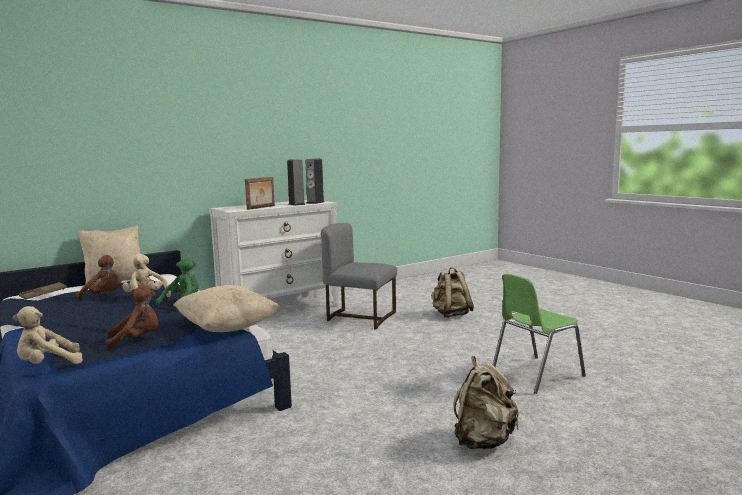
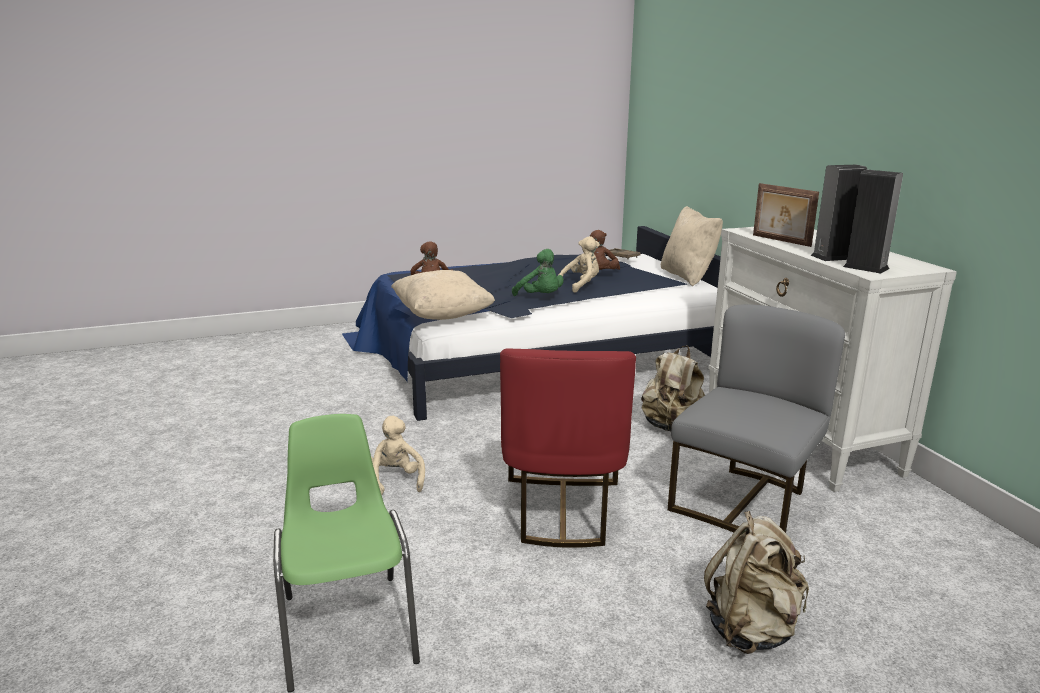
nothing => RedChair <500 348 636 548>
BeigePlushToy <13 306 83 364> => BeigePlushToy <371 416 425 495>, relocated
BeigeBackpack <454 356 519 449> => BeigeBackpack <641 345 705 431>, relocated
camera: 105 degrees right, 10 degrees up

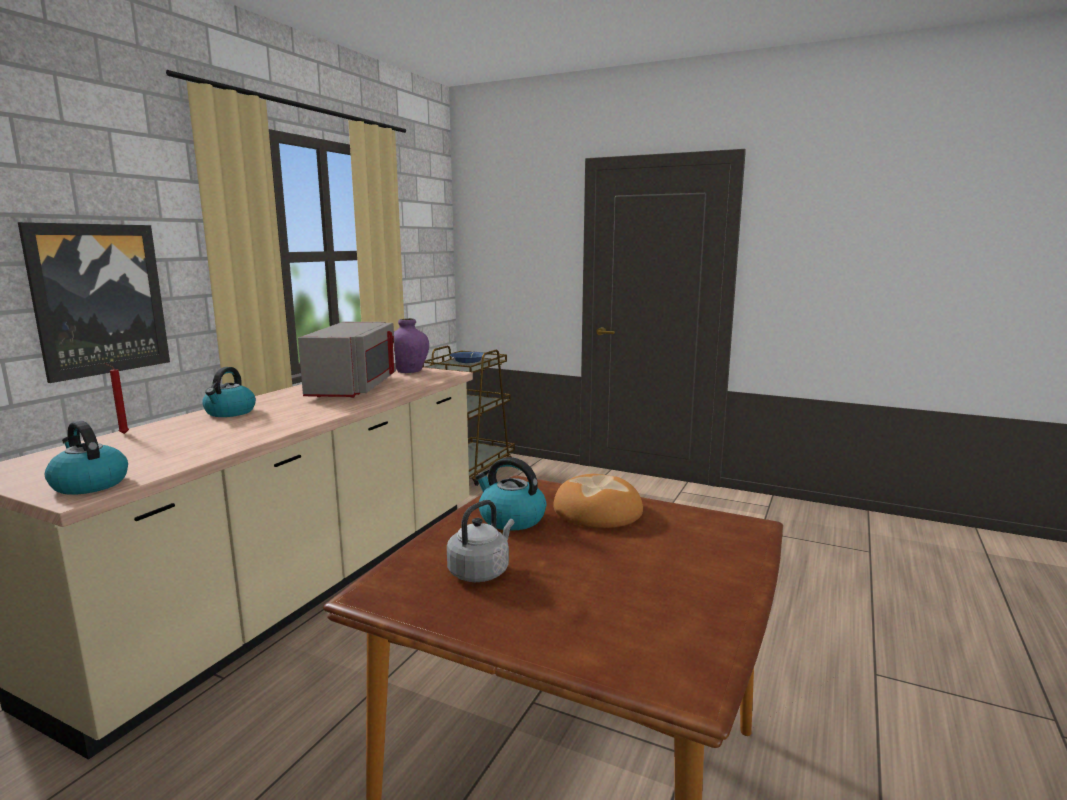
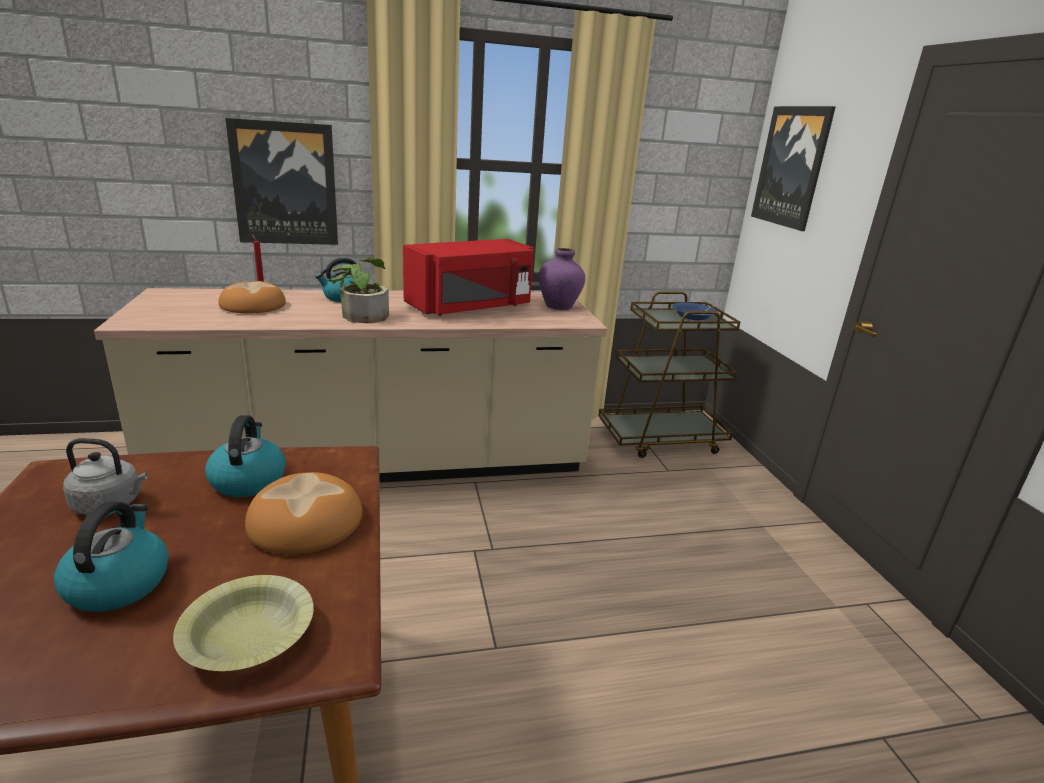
nothing => YellowBowl <173 575 314 671>
nothing => Bread <219 281 286 313>
nothing => PottedPlant <328 258 389 323>
nothing => Picture <751 106 836 231>
Kettle <45 421 128 495> => Kettle <54 501 169 612>, relocated
GreyMicrowave <298 322 396 398> => RedMicrowave <403 239 534 316>
camera: 50 degrees right, 10 degrees up

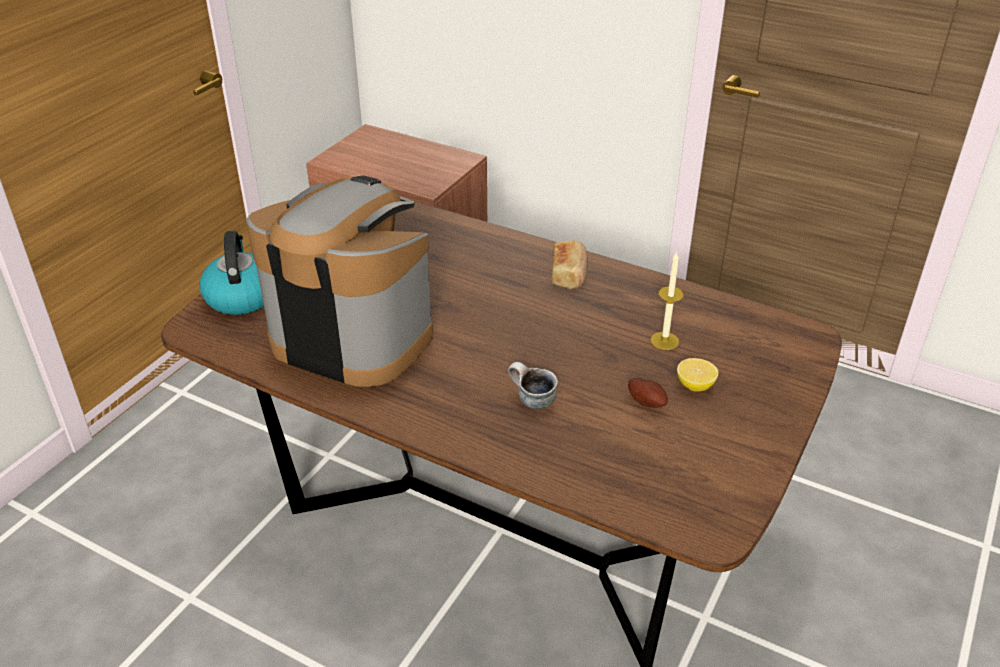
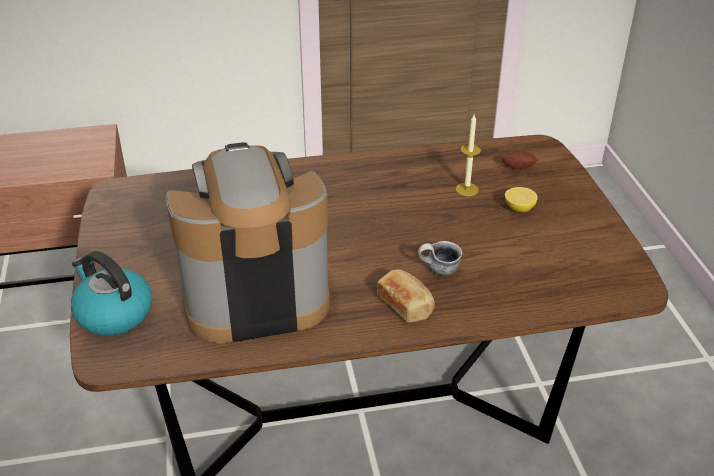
Bread <552 240 588 289> => Bread <377 269 435 323>, relocated
Potato <628 378 668 408> => Potato <502 151 537 170>, relocated
camera: 40 degrees left, 0 degrees up

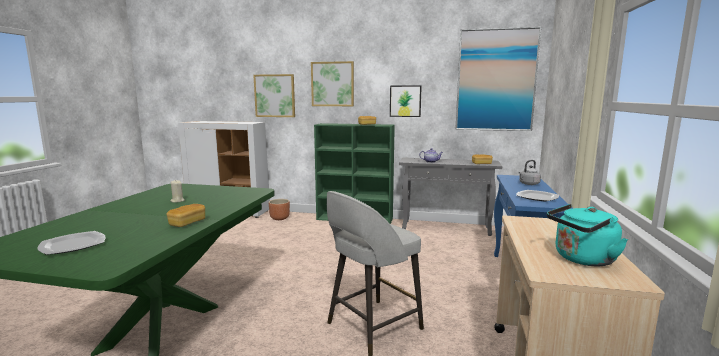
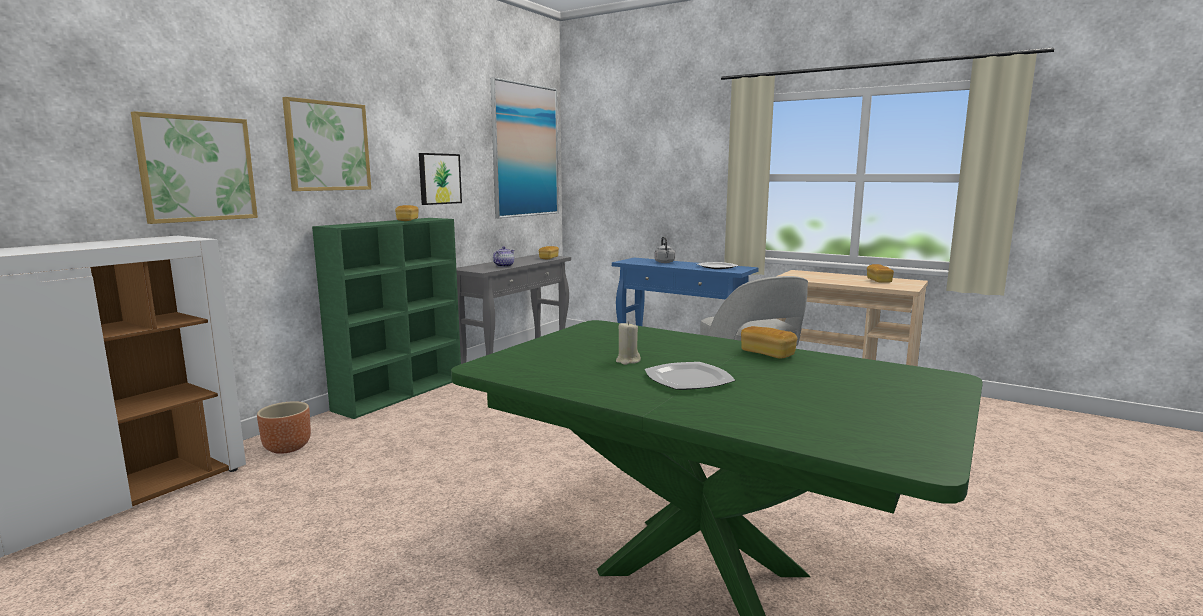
Plate <37 231 106 255> => Plate <645 362 735 390>, relocated
TurquoiseKettle <547 204 628 266> => Bread <867 264 894 282>
camera: 70 degrees left, 0 degrees up

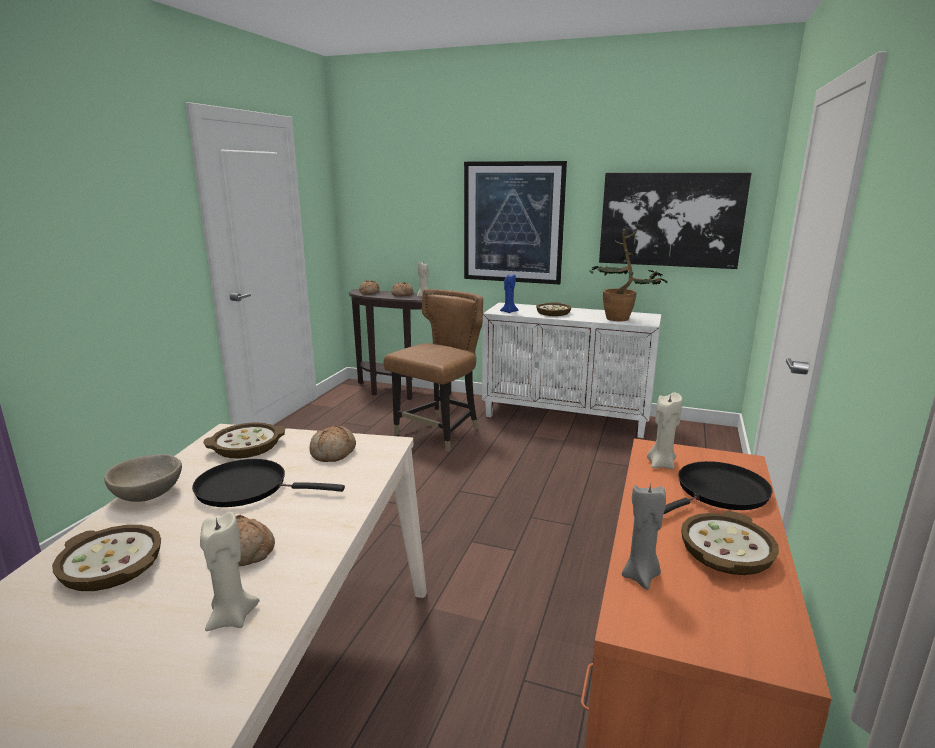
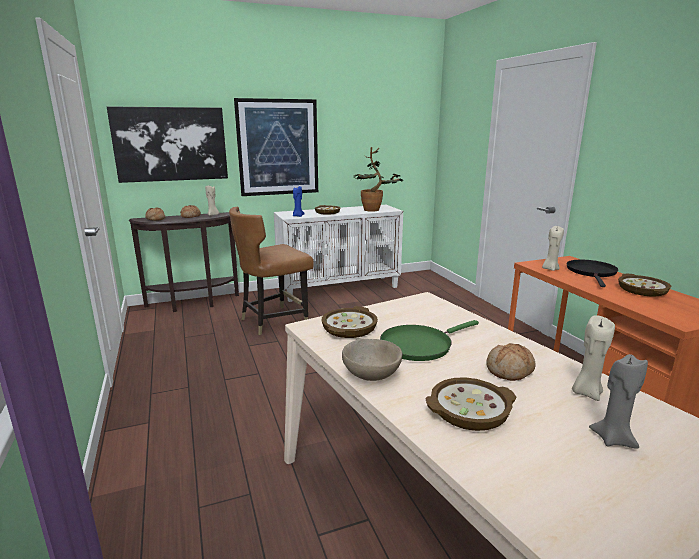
Bread <309 425 356 462> => nothing
Picture <599 173 751 269> => Picture <107 106 228 183>, relocated
GreyCandle <622 483 666 590> => GreyCandle <589 354 648 449>, relocated
BlackFryingPan <192 459 345 507> => GreenFryingPan <380 320 479 361>
BrownChair <384 289 483 452> => BrownChair <229 207 314 335>, 120 degrees counterclockwise
camera: 40 degrees left, 0 degrees up

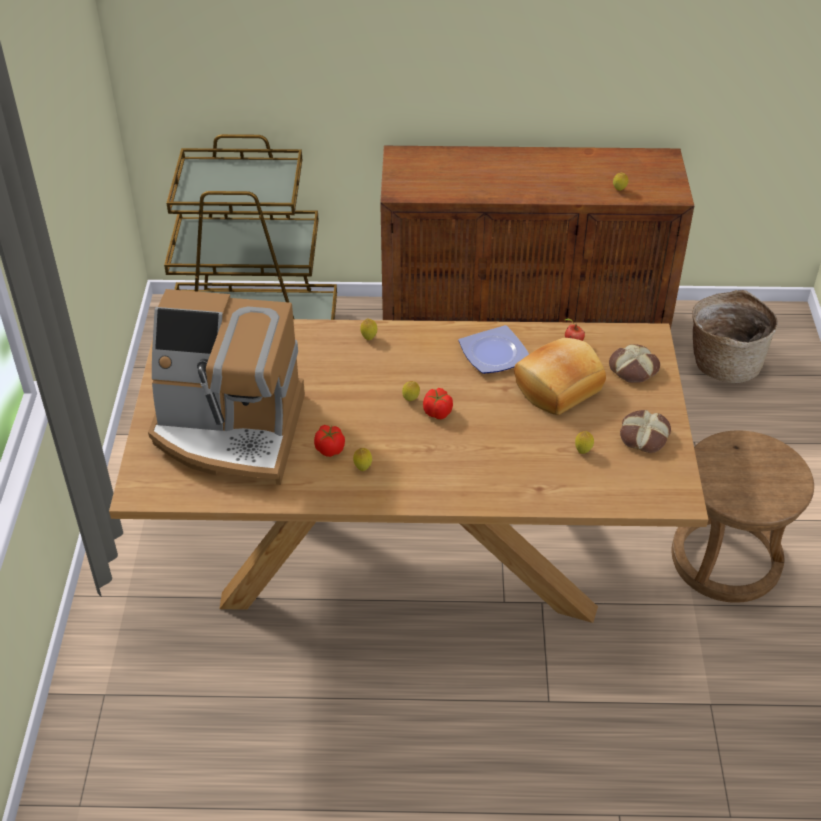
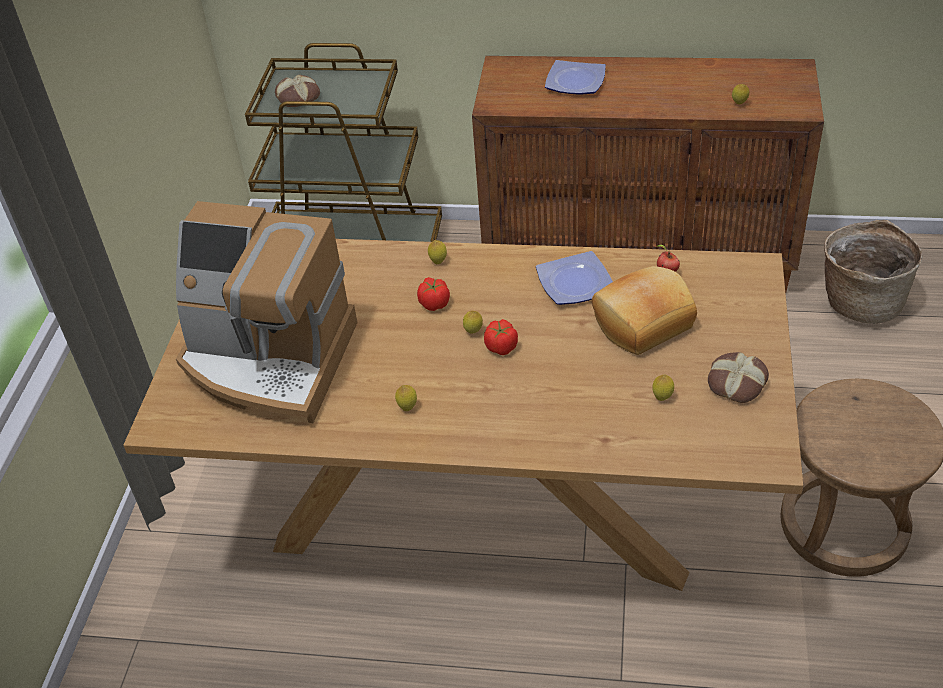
nothing => Plate <545 60 606 95>
Tomato <314 425 345 457> => Tomato <417 277 450 311>, relocated
Bread <609 344 660 383> => Bread <275 75 320 107>, relocated
camera: 10 degrees right, 0 degrees up

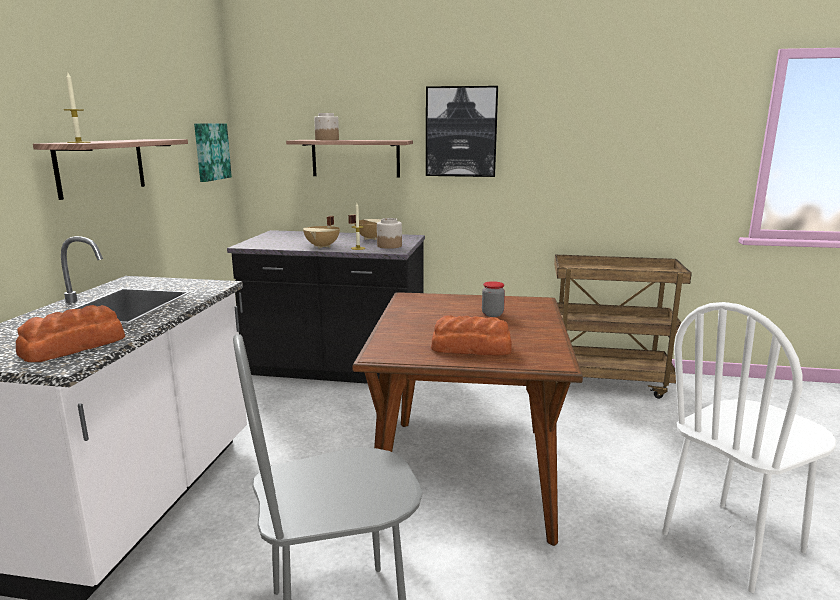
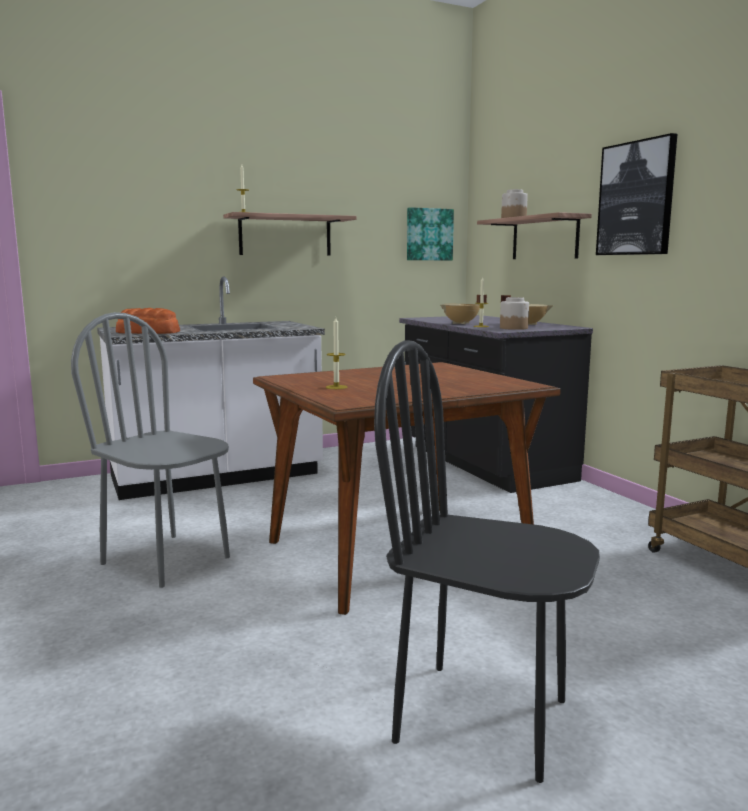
Jar <482 281 505 317> => nothing
Bread <431 315 512 356> => Candle <326 317 347 389>
WhiteChair <662 302 836 593> => BlackChair <374 340 600 783>
camera: 55 degrees right, 5 degrees down

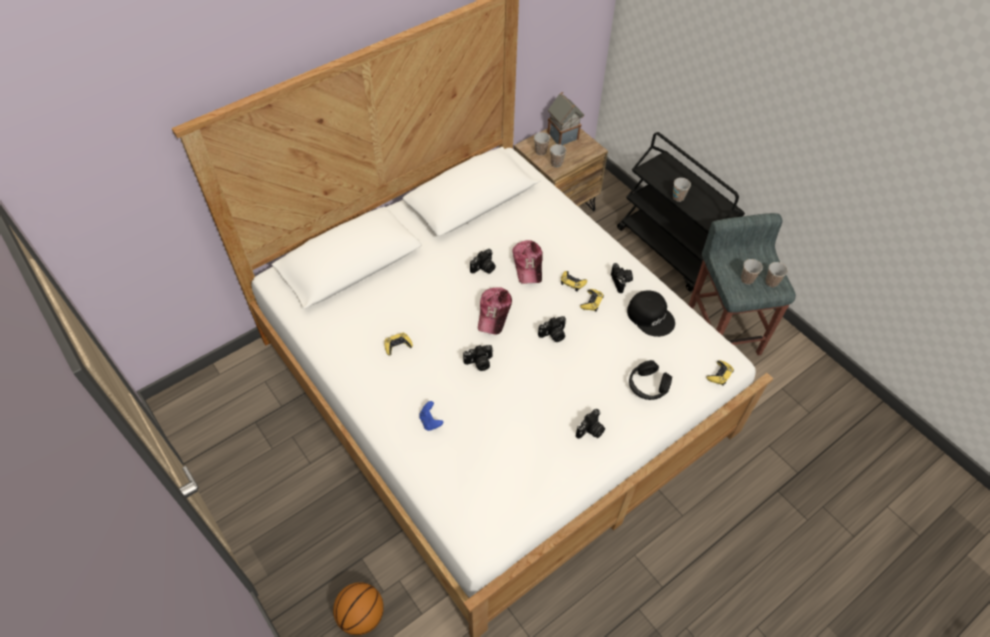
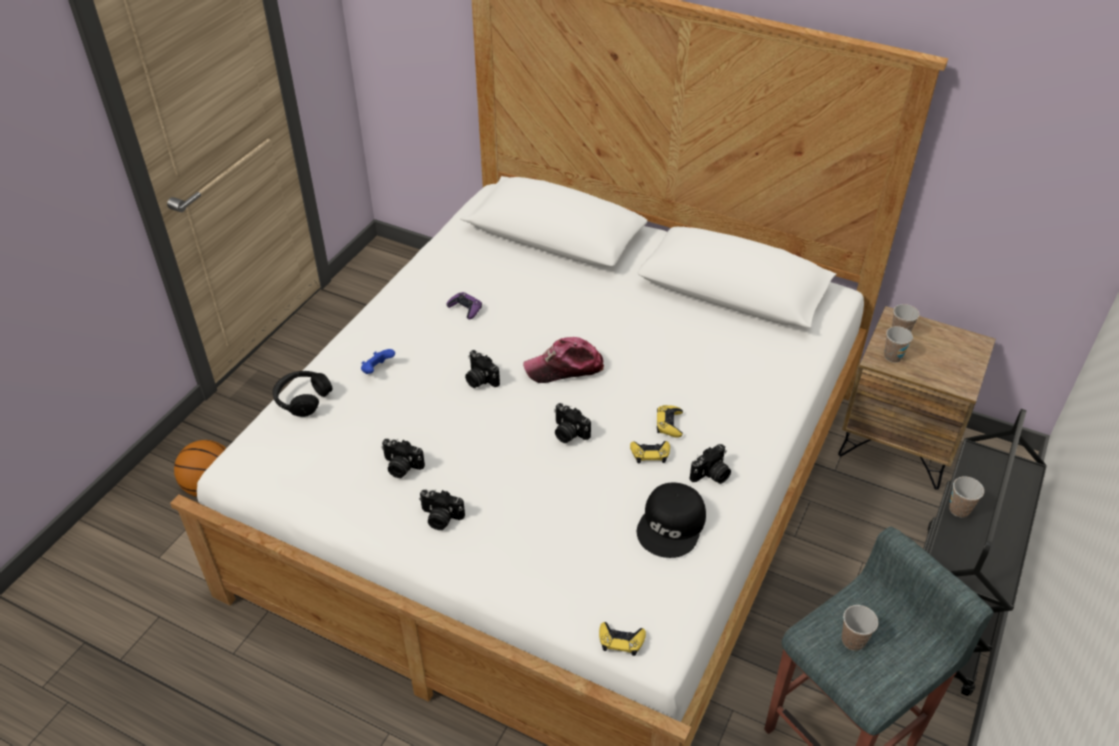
Cap <512 240 543 284> => nothing
ToyHouse <547 92 584 145> => nothing
Cup <766 262 788 287> => nothing
PhotoCamera <470 249 496 274> => PhotoCamera <381 439 425 478>, relocated
BlackHeadphones <629 360 672 400> => BlackHeadphones <272 371 333 417>, relocated
YellowGameController <384 333 413 356> => PurpleGameController <447 292 482 319>
camera: 65 degrees right, 10 degrees down

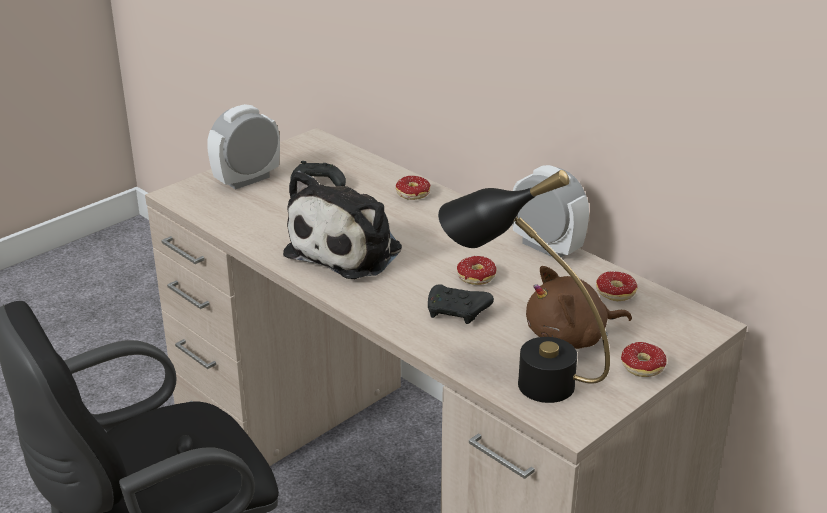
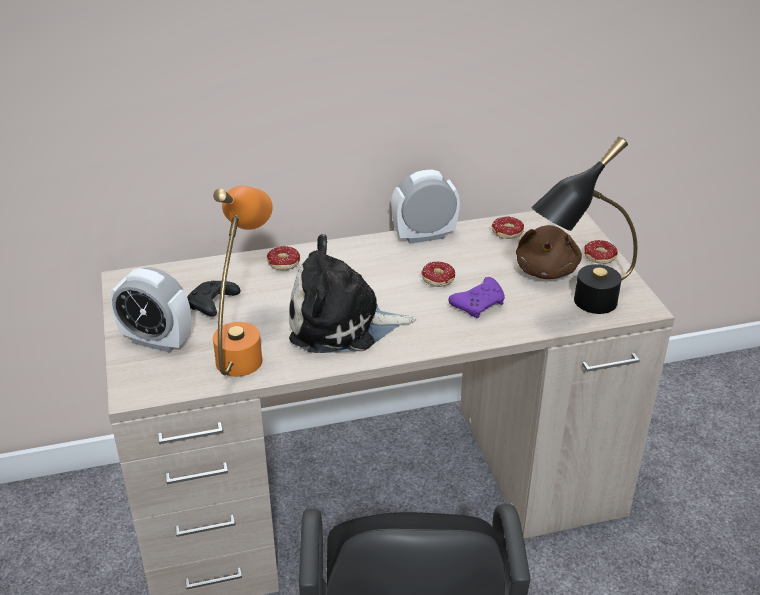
nothing => OrangeTableLamp <213 186 273 377>
BlackGameController <428 284 494 324> => PurpleGameController <448 277 505 318>
AlarmClock <207 104 280 190> => AlarmClock <110 267 191 353>, 60 degrees counterclockwise
PlushToy <283 170 402 279> => PlushToy <289 234 416 353>, 120 degrees clockwise
camera: 60 degrees left, 5 degrees up

